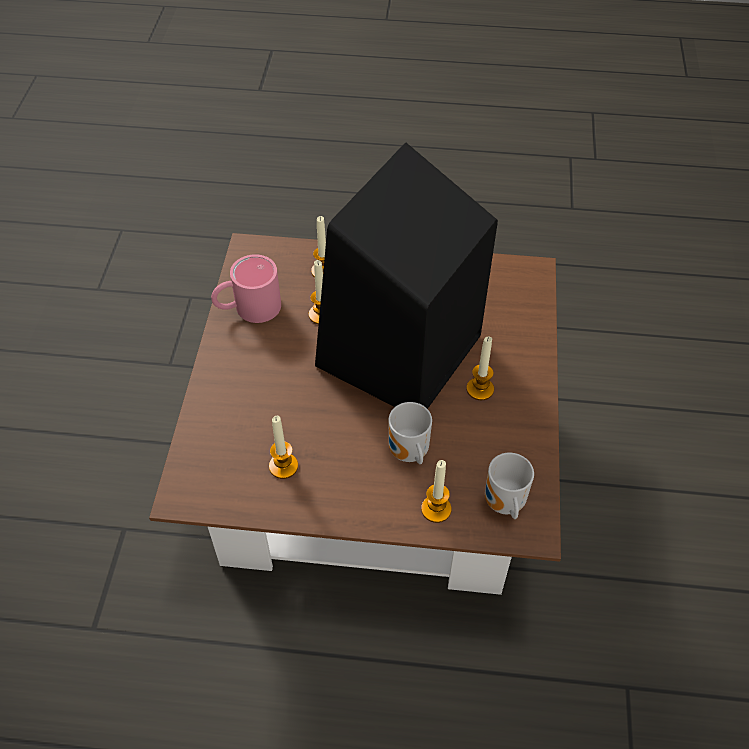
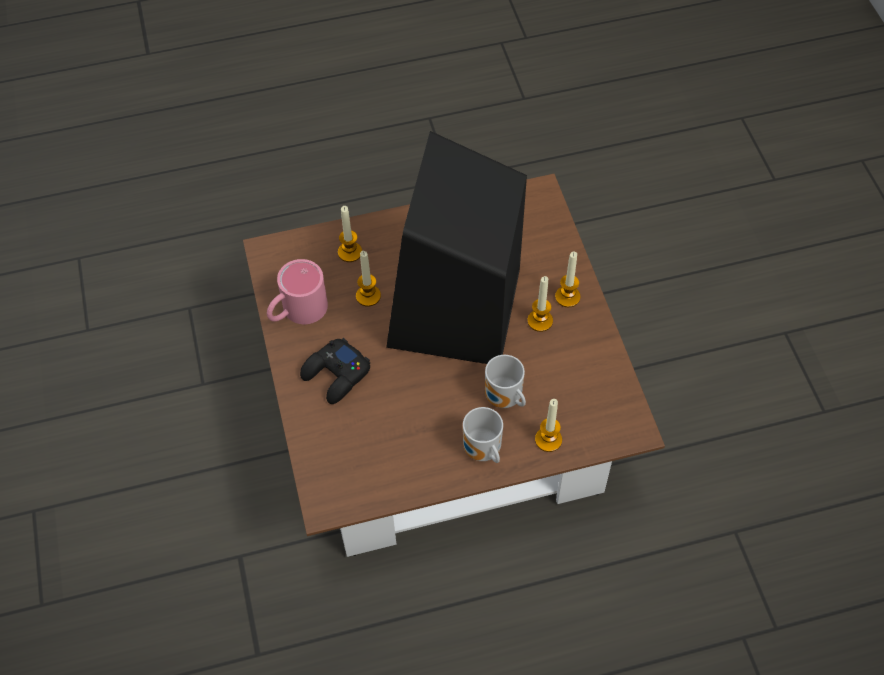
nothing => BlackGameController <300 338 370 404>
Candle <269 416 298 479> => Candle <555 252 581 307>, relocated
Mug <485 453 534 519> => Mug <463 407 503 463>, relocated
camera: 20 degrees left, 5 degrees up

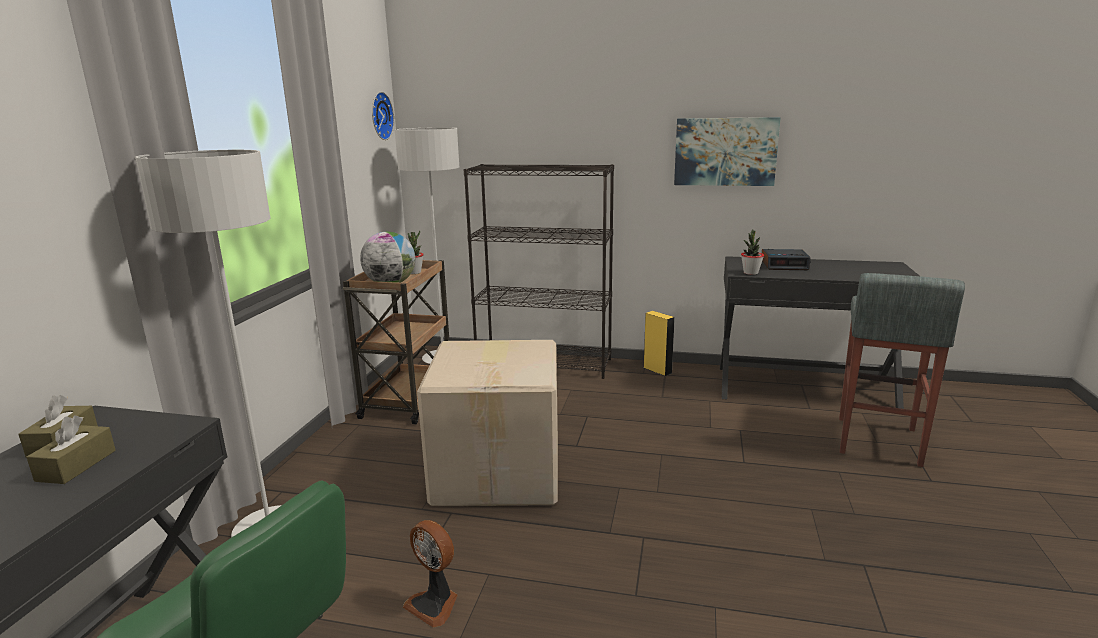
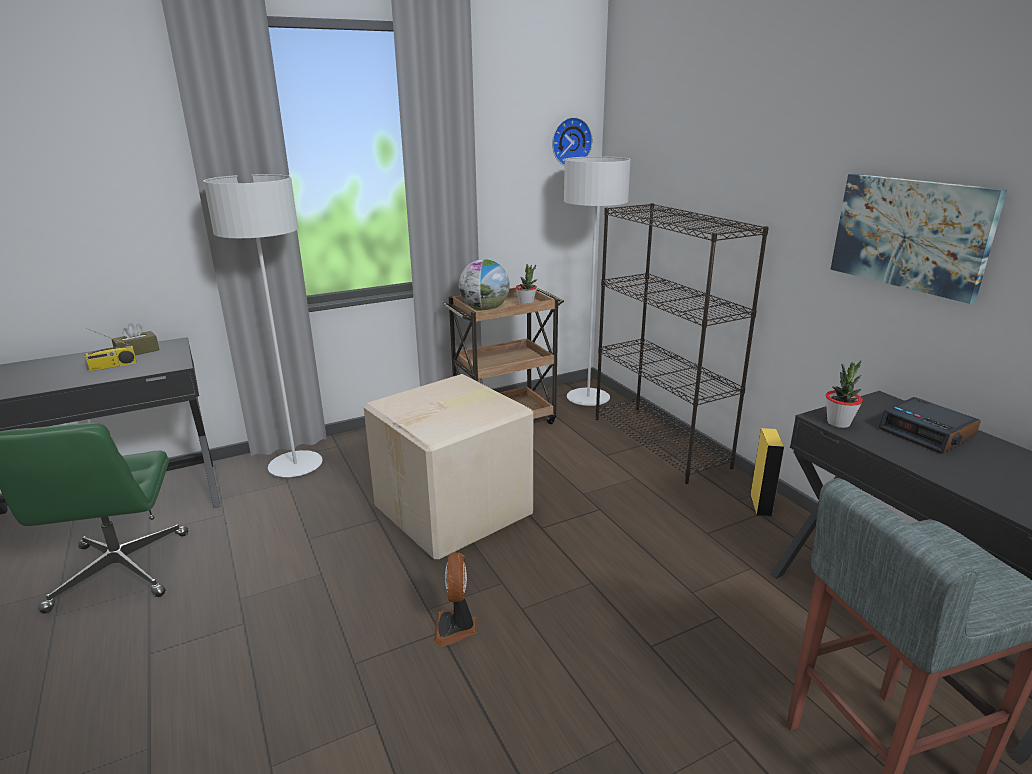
Fan <403 520 458 628> => Fan <434 552 477 646>, relocated
BrownTissueBox <26 415 116 484> => Radio <83 328 137 371>
camera: 50 degrees right, 5 degrees up

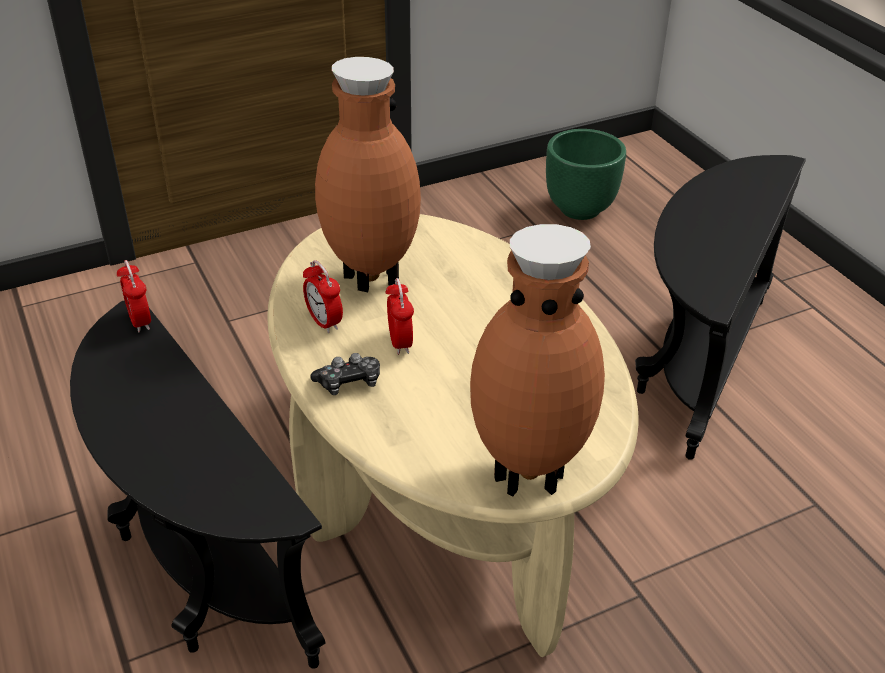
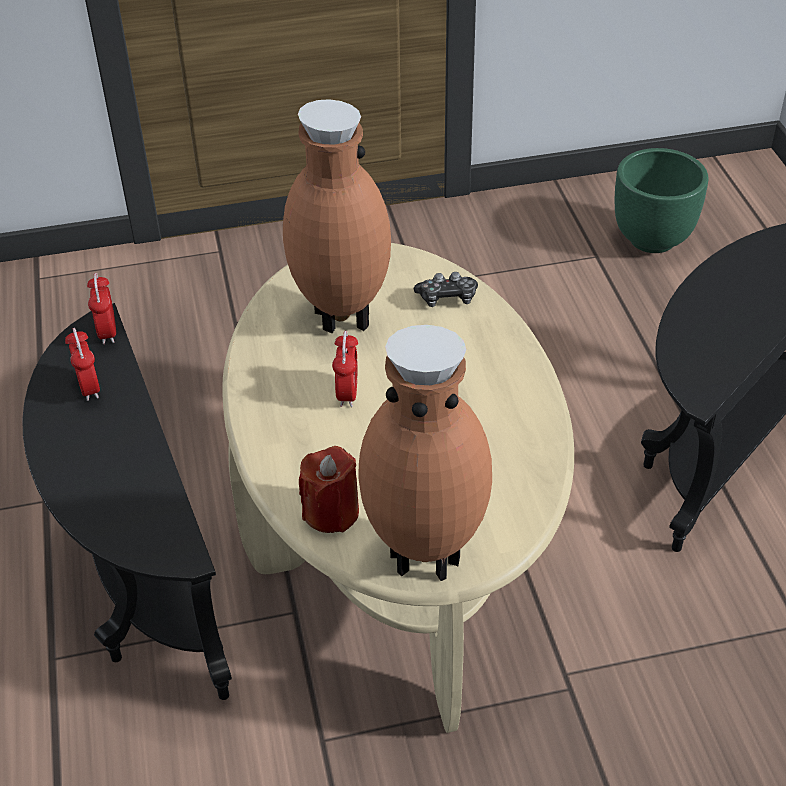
nothing => RedCandle <299 446 359 533>
AlarmClock <303 260 343 333> => AlarmClock <65 328 100 401>, relocated
GameController <310 353 380 395> => GameController <414 272 478 307>, relocated
camera: 15 degrees right, 5 degrees up

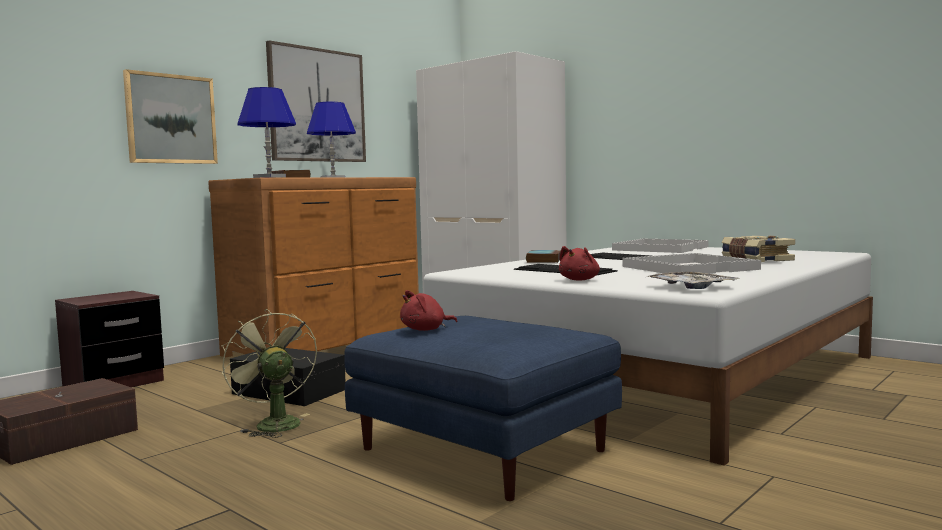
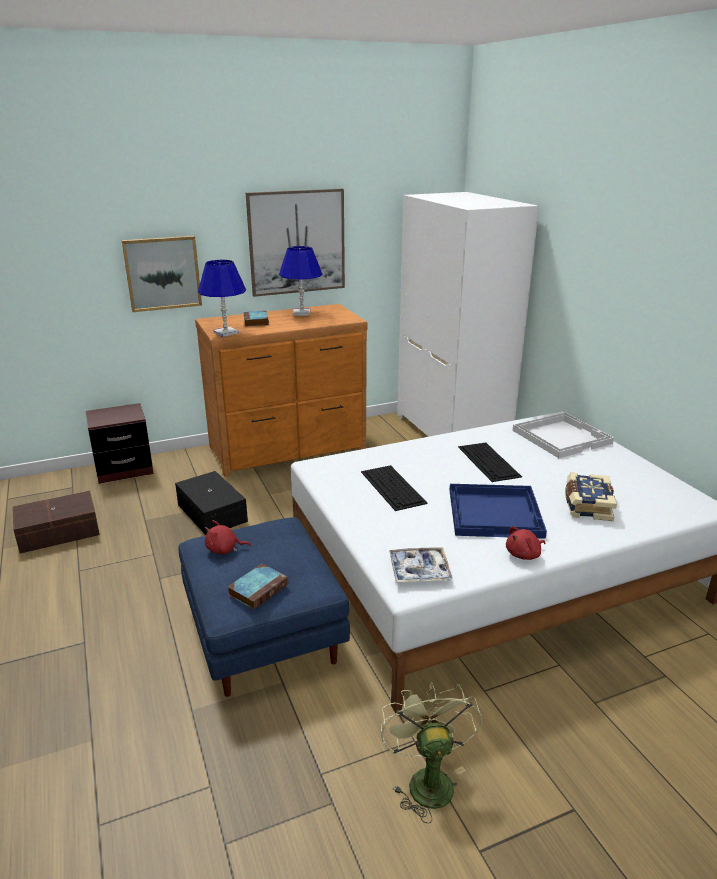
GreenFan <221 309 317 438> => GreenFan <381 682 482 823>, relocated
Book <526 250 561 263> => Book <228 564 288 610>, relocated
RedPlushToy <559 246 600 281> => RedPlushToy <506 526 545 560>, relocated
WhiteTray <623 253 761 274> => BlueTray <449 484 547 539>
camera: 25 degrees right, 20 degrees up

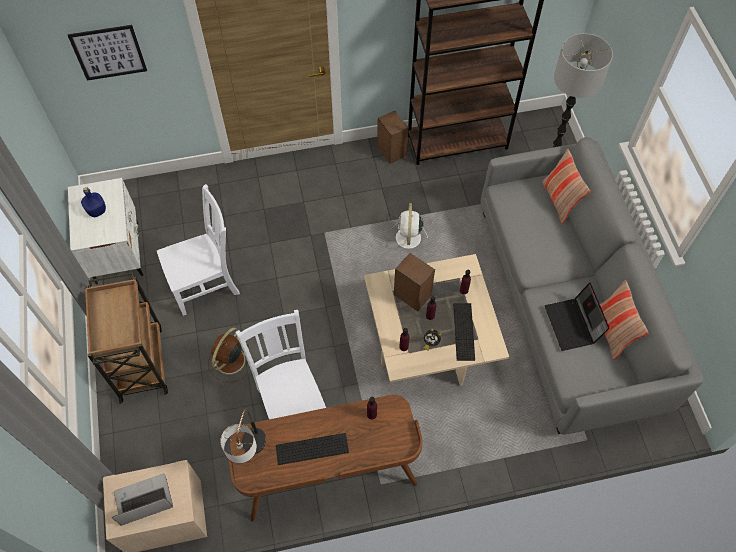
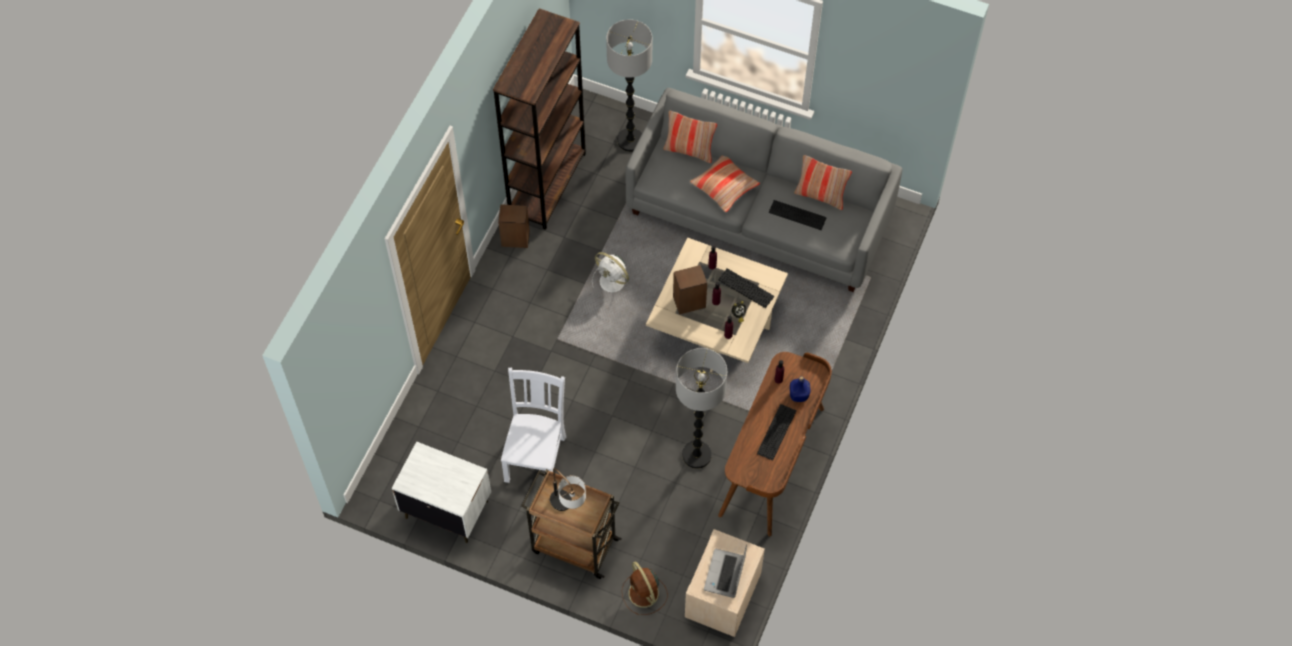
Picture <68 25 147 81> => nothing
nothing => Pillow <690 155 760 213>
BlueBottle <81 187 106 217> => BlueBottle <790 376 810 402>, relocated
BrownFan <208 328 250 382> => BrownFan <622 562 668 615>, relocated
TableLamp <220 408 266 463> => TableLamp <550 468 586 511>, relocated
WhiteChair <235 310 326 419> => FloorLamp <676 348 727 469>
Laptop <545 282 610 351> => Keyboard <769 200 827 230>
camera: 55 degrees left, 0 degrees up

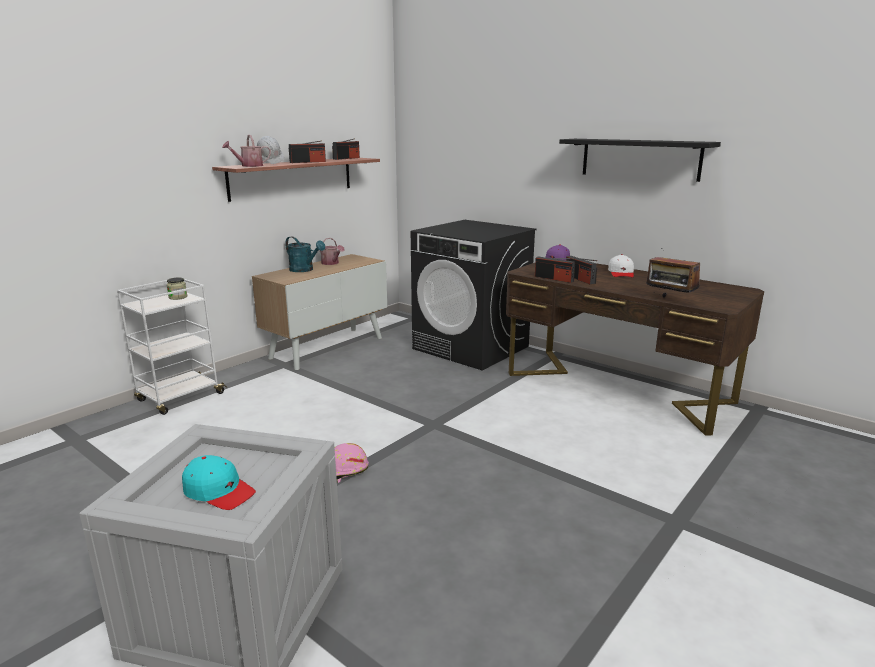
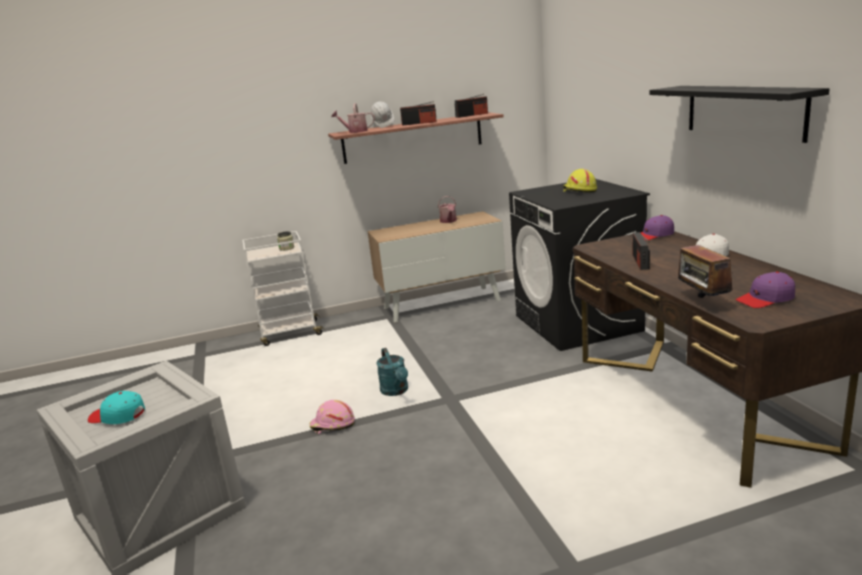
Radio <535 257 575 283> => nothing
nothing => YellowHardHat <563 169 597 192>
nothing => PurpleCap <736 272 795 308>
TurquoiseWateringCan <285 236 325 272> => TurquoiseWateringCan <376 348 408 396>, relocated
TurquoiseCap <182 455 256 510> => TurquoiseCap <88 391 145 424>, 135 degrees clockwise
camera: 35 degrees right, 0 degrees up

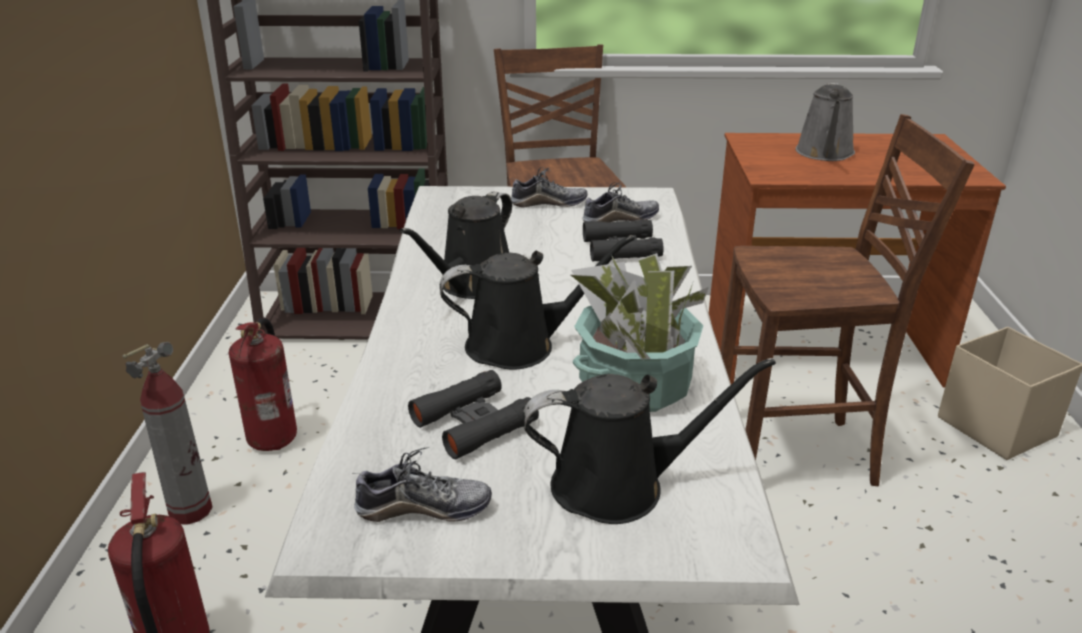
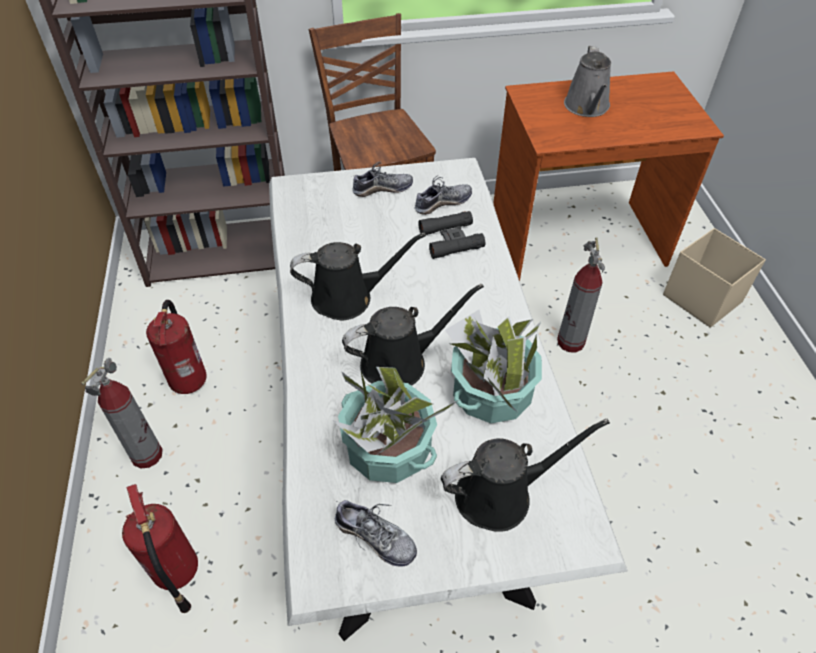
BlackBinoculars <408 370 539 459> => PottedPlant <332 367 460 483>
BrownChair <720 114 974 486> => FireExtinguisher <557 237 605 352>
Shoe <352 447 492 522> => Shoe <335 500 417 567>, 45 degrees clockwise
BlackWateringCan <399 192 512 299> => BlackWateringCan <290 233 426 320>, 120 degrees counterclockwise
camera: 10 degrees left, 20 degrees up

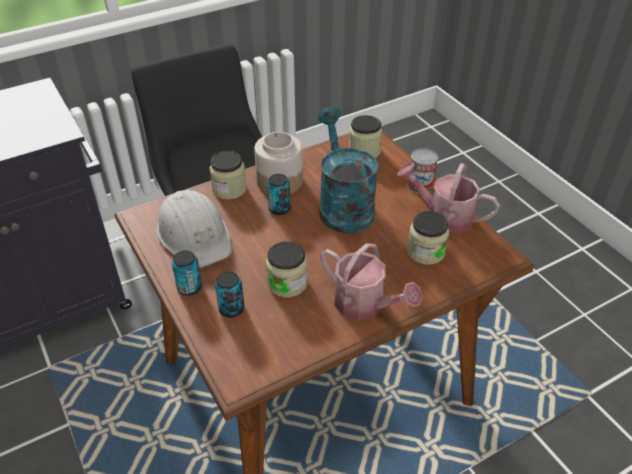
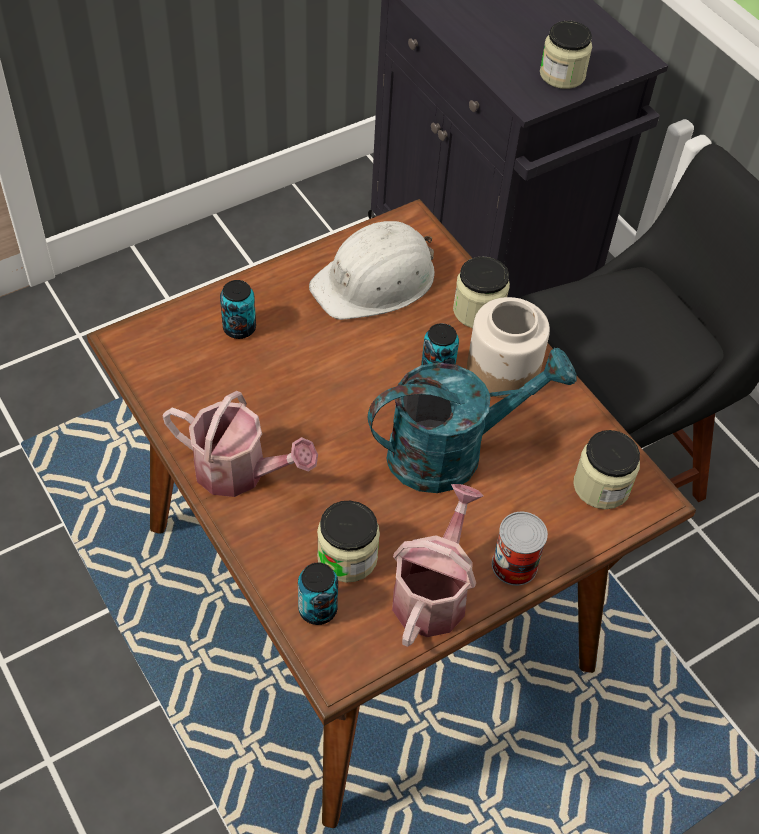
Can <172 250 202 296> => Can <298 562 338 625>, relocated
Jar <266 242 307 297> => Jar <540 21 592 89>, relocated
WateringCan <320 243 423 320> => WateringCan <162 391 318 497>, 105 degrees counterclockwise
camera: 85 degrees right, 10 degrees up

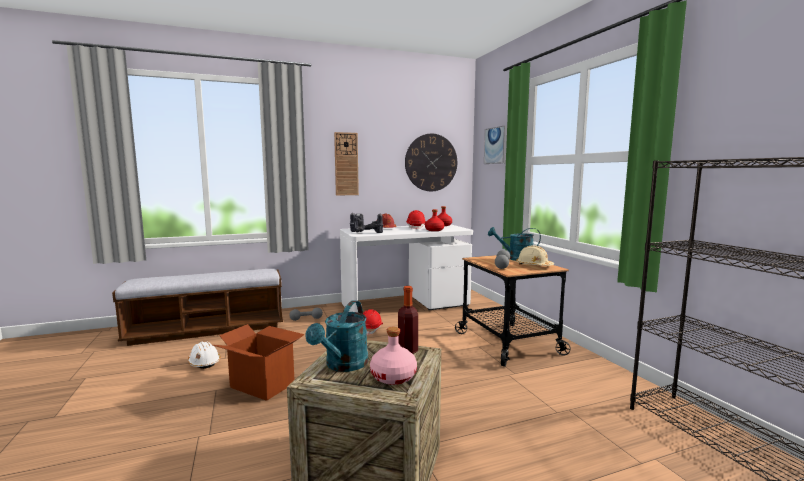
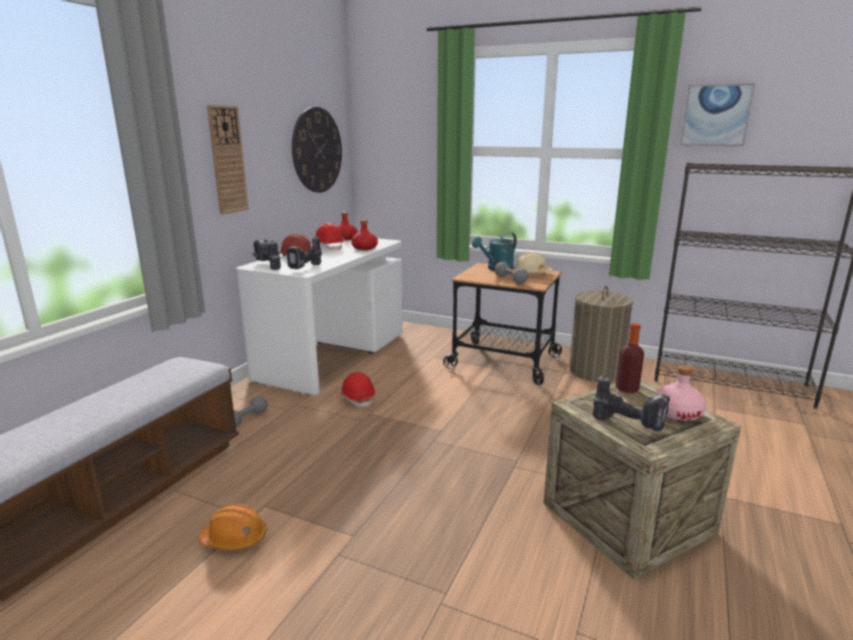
CardboardBox <213 324 305 401> => nothing
nothing => LaundryBasket <569 286 633 382>
Picture <484 125 507 164> => Picture <680 83 755 146>, relocated
TurquoiseWateringCan <305 300 368 372> => PowerDrill <593 375 670 432>
WhiteHardHat <188 341 220 369> => OrangeHardHat <199 504 267 551>
camera: 45 degrees left, 10 degrees up

